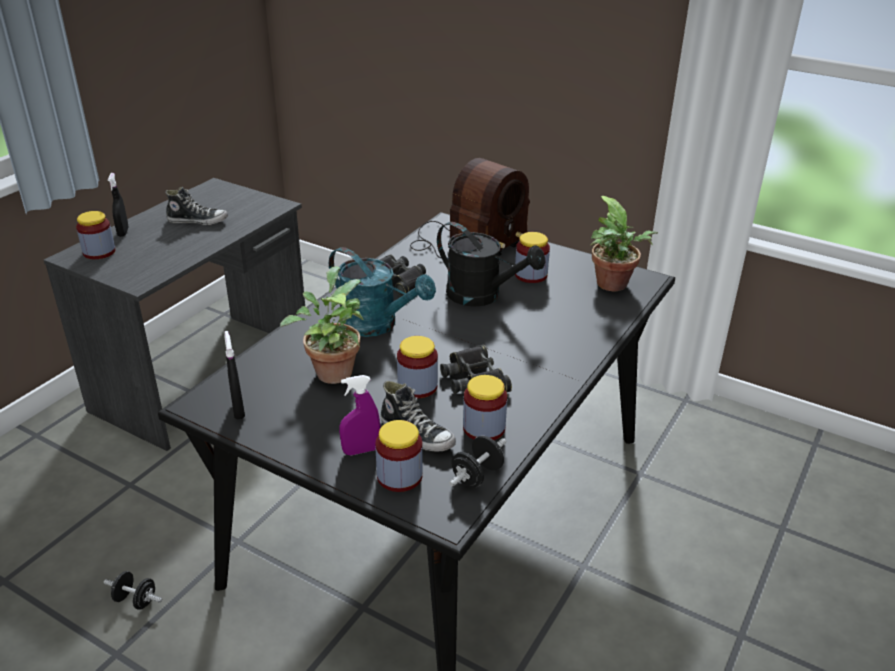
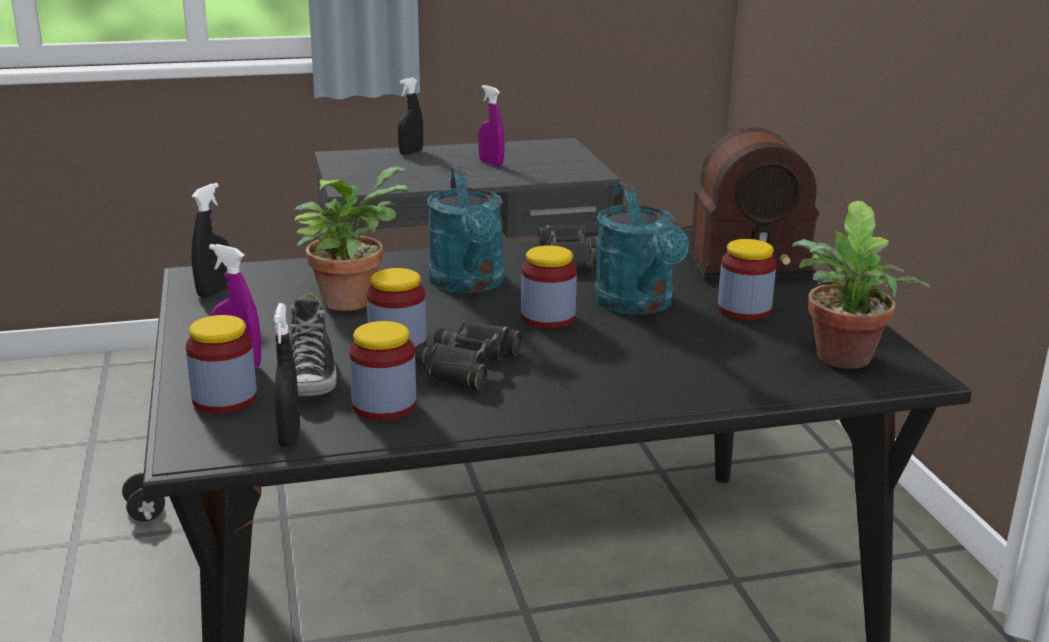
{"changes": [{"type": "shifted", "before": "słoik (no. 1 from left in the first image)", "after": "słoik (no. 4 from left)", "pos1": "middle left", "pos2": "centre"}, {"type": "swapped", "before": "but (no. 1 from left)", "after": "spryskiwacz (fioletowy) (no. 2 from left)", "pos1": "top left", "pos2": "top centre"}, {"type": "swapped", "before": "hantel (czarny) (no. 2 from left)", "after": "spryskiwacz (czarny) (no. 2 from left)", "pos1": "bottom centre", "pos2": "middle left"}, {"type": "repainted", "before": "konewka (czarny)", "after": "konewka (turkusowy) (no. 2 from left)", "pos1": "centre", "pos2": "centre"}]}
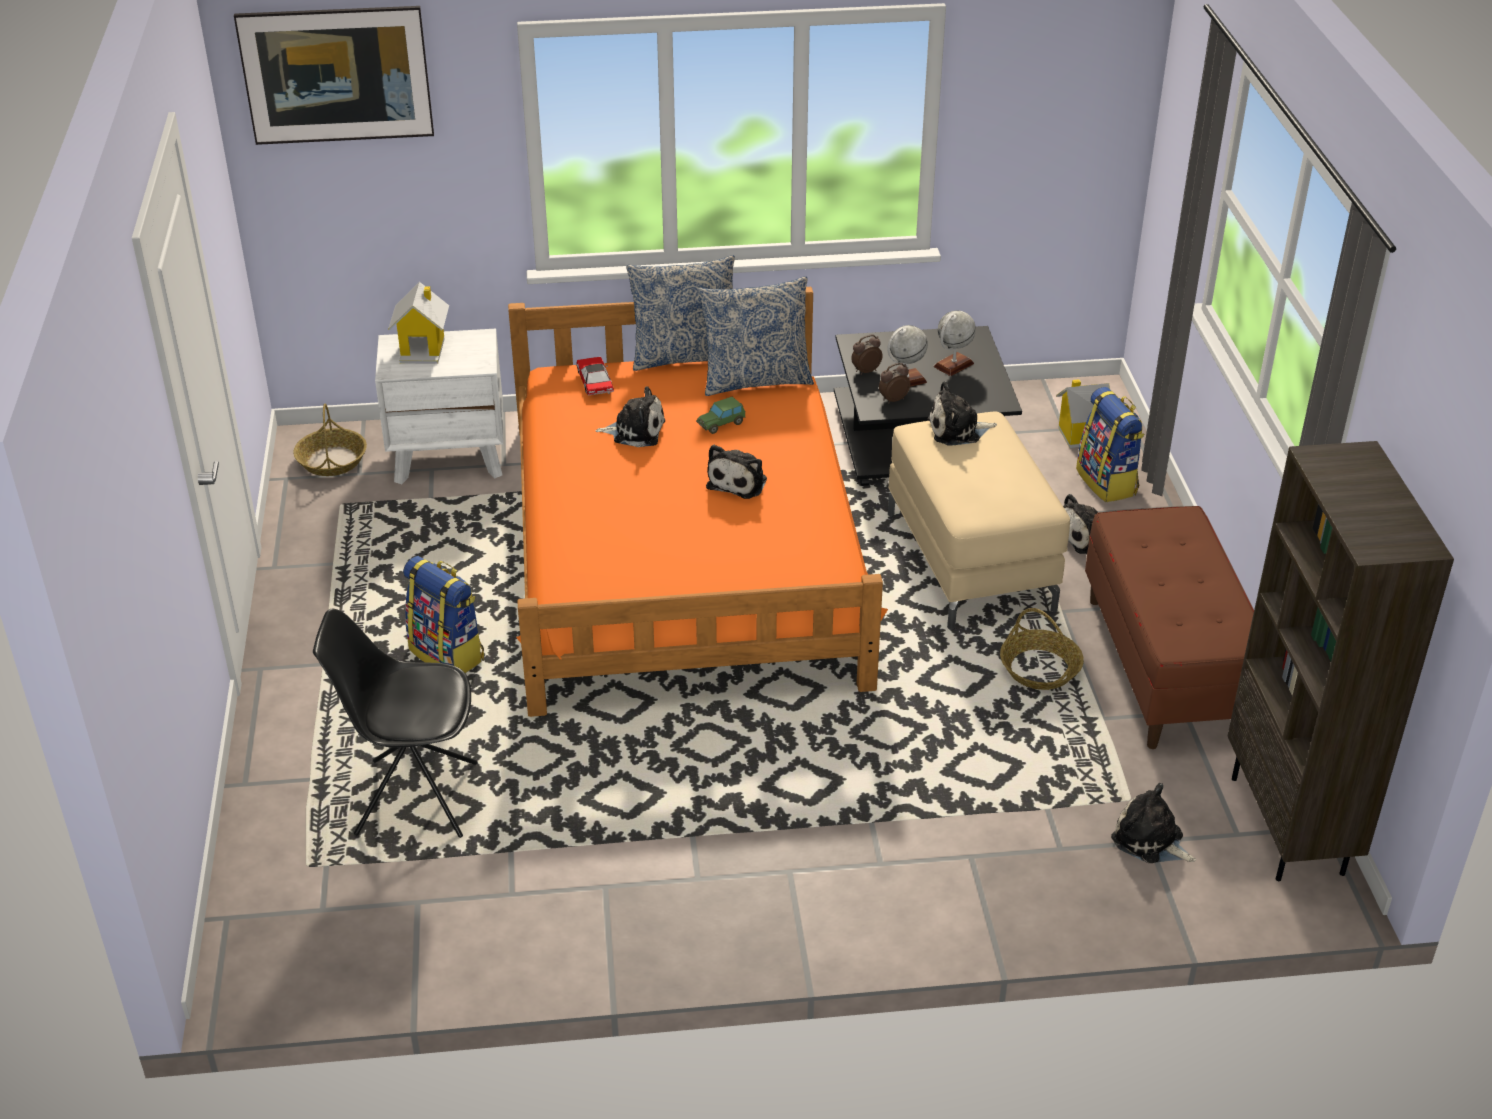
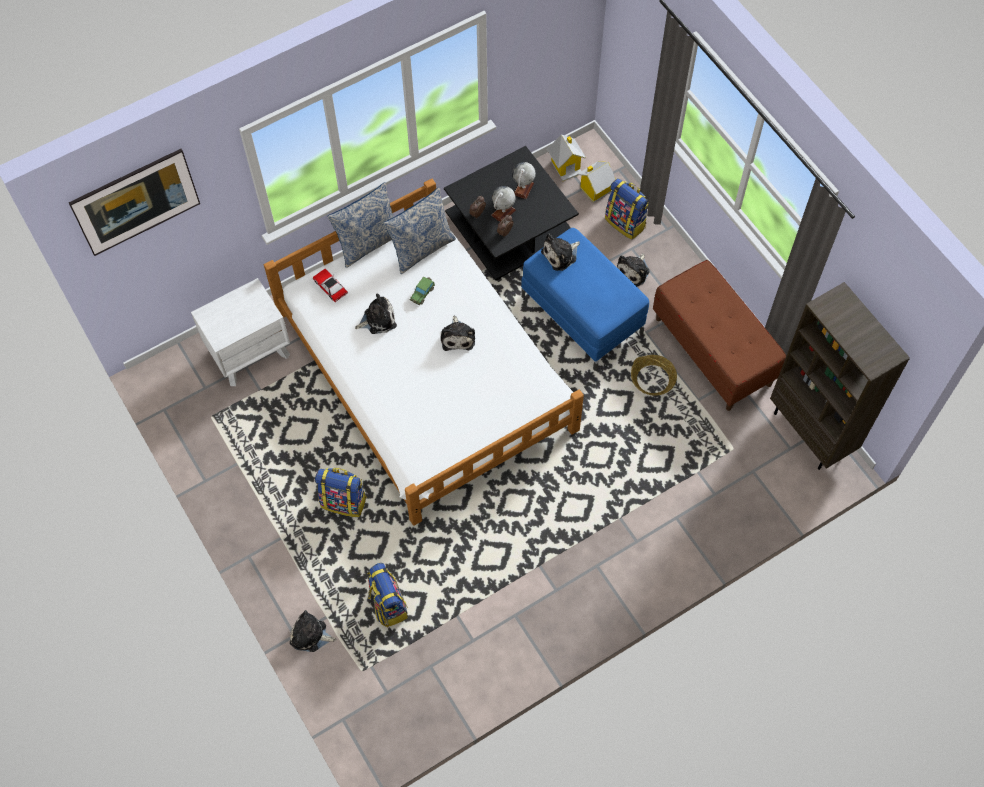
{"changes": [{"type": "gone", "before": "koszyk (no. 1 from left)", "pos1": "middle left"}, {"type": "shifted", "before": "domek (no. 1 from left)", "pos1": "top left", "pos2": "top centre"}, {"type": "shifted", "before": "pluszak (no. 5 from left in the first image)", "after": "pluszak (no. 1 from left)", "pos1": "bottom right", "pos2": "bottom left"}, {"type": "swapped", "before": "krzesło (czarny)", "after": "plecak (no. 2 from left)", "pos1": "middle left", "pos2": "bottom centre"}, {"type": "repainted", "before": "łóżko (pomarańczowy)", "after": "łóżko (biały)", "pos1": "centre", "pos2": "centre"}, {"type": "repainted", "before": "pufa (beżowy)", "after": "pufa (niebieski)", "pos1": "centre", "pos2": "centre"}]}
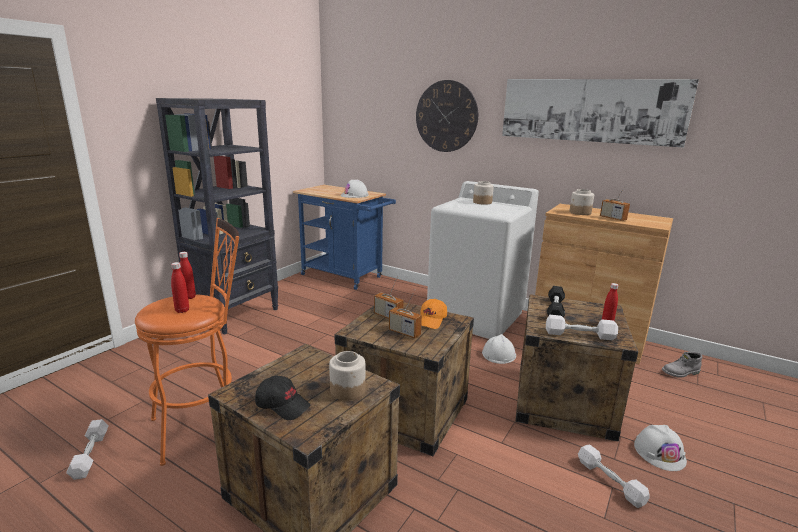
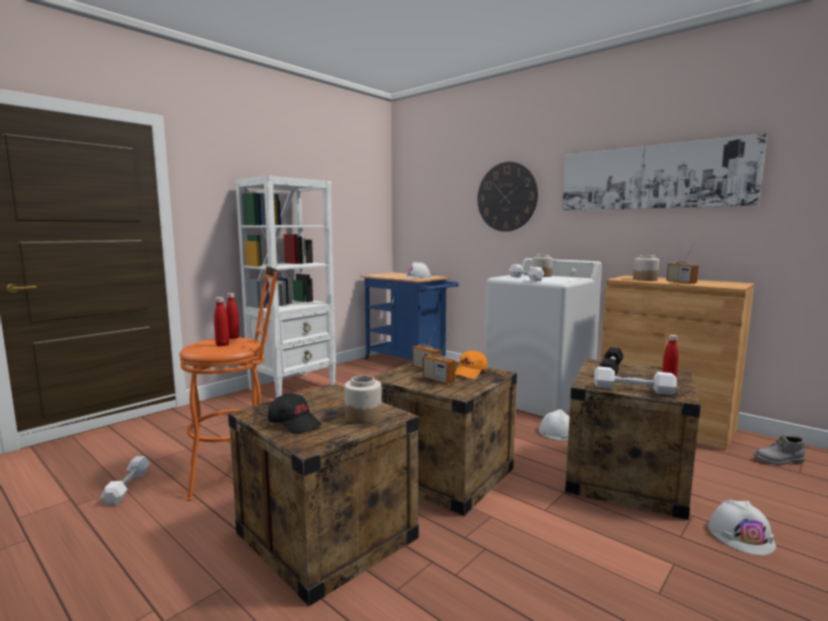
{"changes": [{"type": "shifted", "before": "hantel (biały) (no. 3 from left in the first image)", "after": "hantel (biały) (no. 2 from left)", "pos1": "bottom right", "pos2": "centre"}, {"type": "repainted", "before": "regał (czarny)", "after": "regał (biały)", "pos1": "middle left", "pos2": "centre"}]}
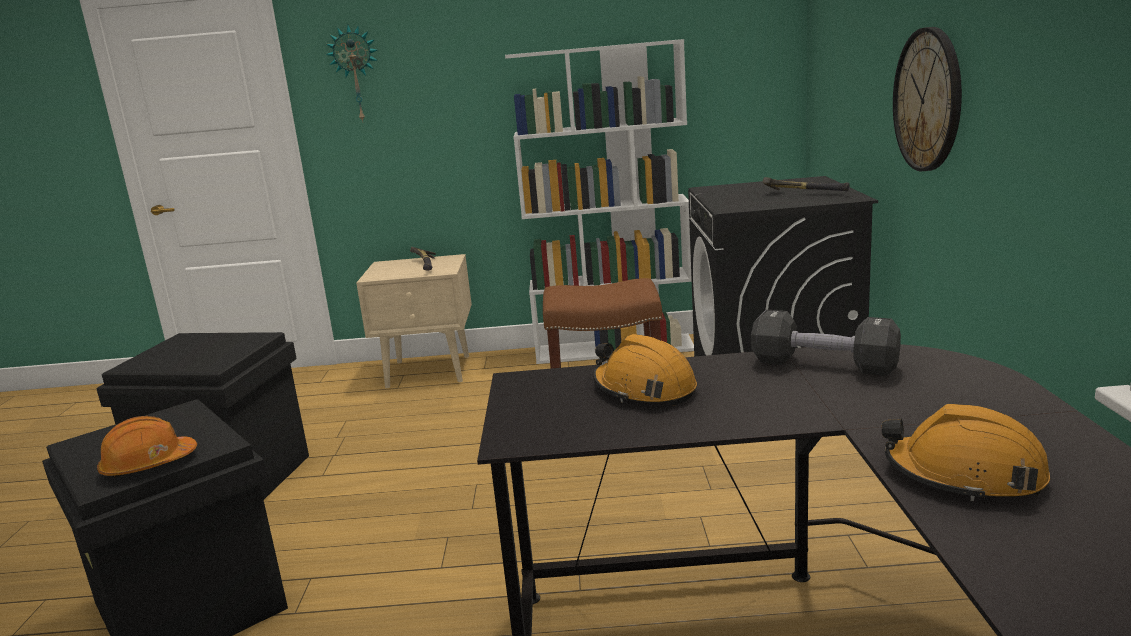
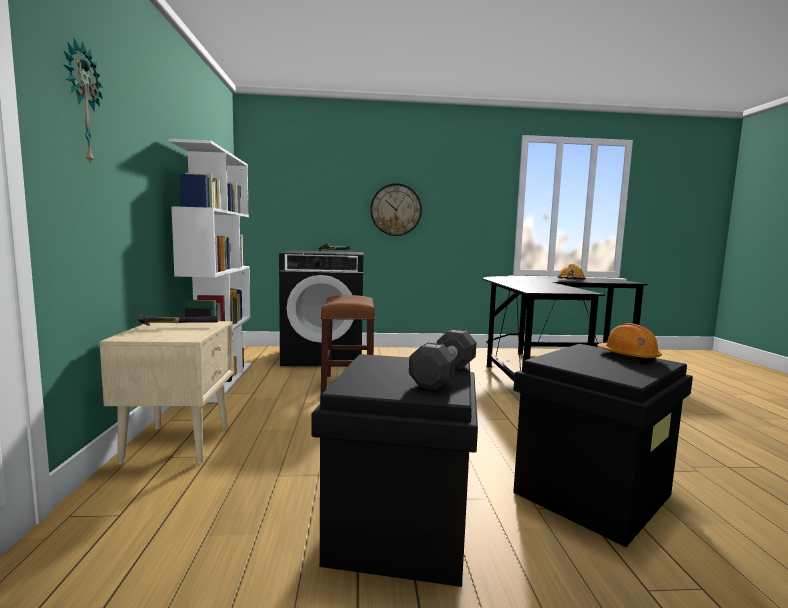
{"changes": [{"type": "gone", "before": "kask (pomarańczowy) (no. 2 from left)", "pos1": "centre"}, {"type": "shifted", "before": "hantel (czarny)", "pos1": "middle right", "pos2": "centre"}]}
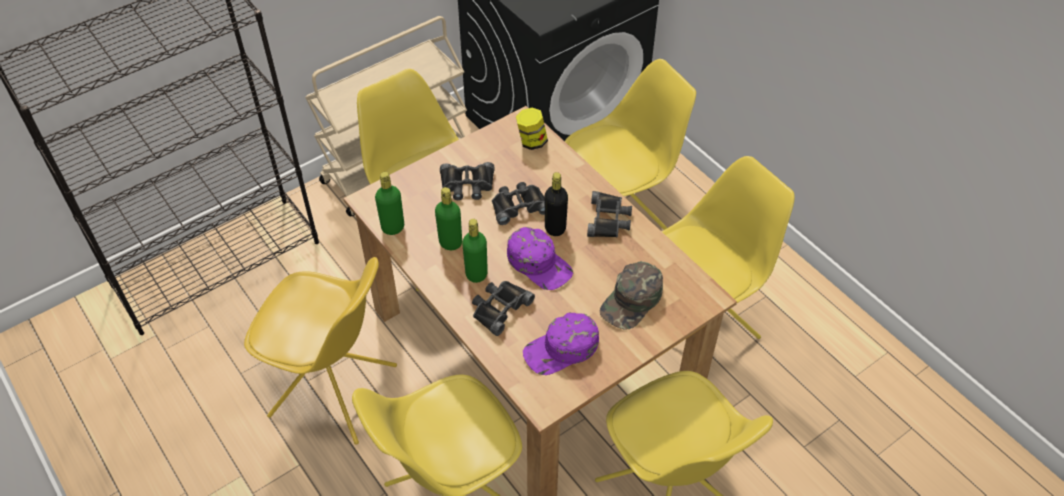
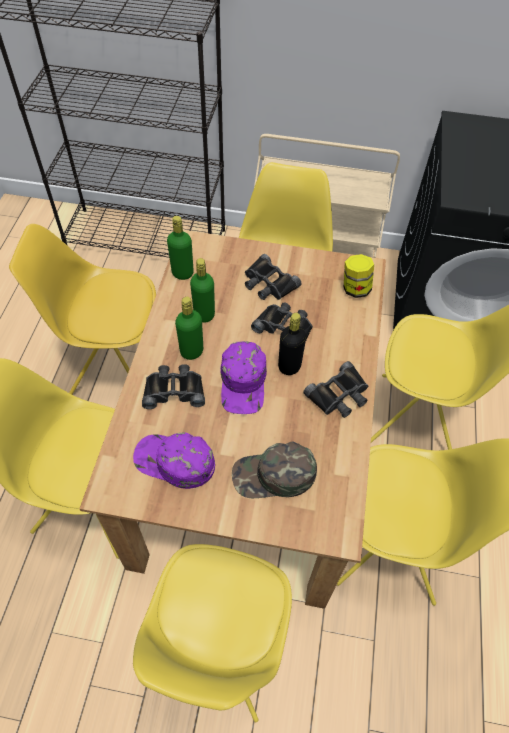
{"changes": [{"type": "rotated", "before": "krzesło (żółty) (no. 1 from left in the first image)", "pos1": "bottom left", "pos2": "middle left", "turn": 120}]}
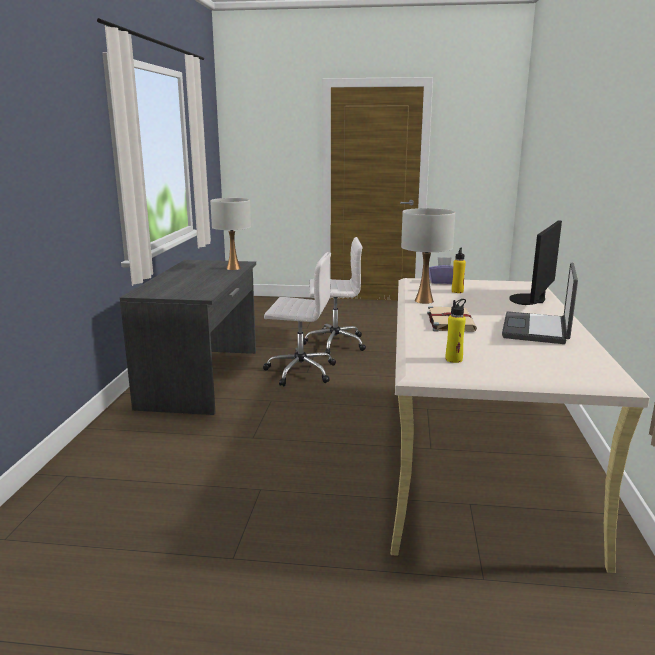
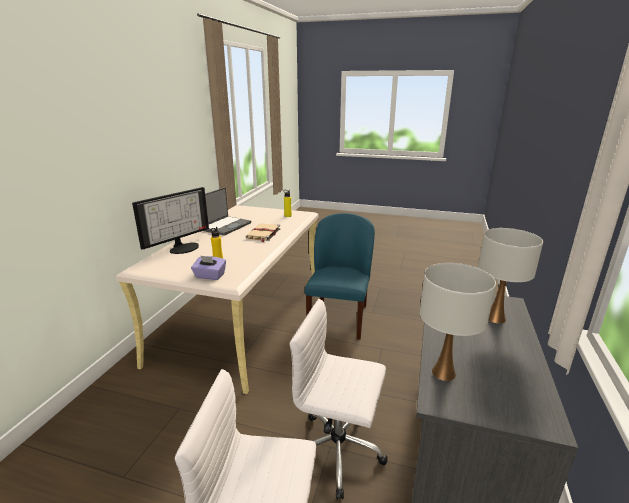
{"changes": [{"type": "new", "after": "krzesło (niebieski)", "pos2": "centre"}, {"type": "shifted", "before": "lampa stołowa (biały) (no. 2 from left)", "pos1": "centre", "pos2": "middle right"}]}
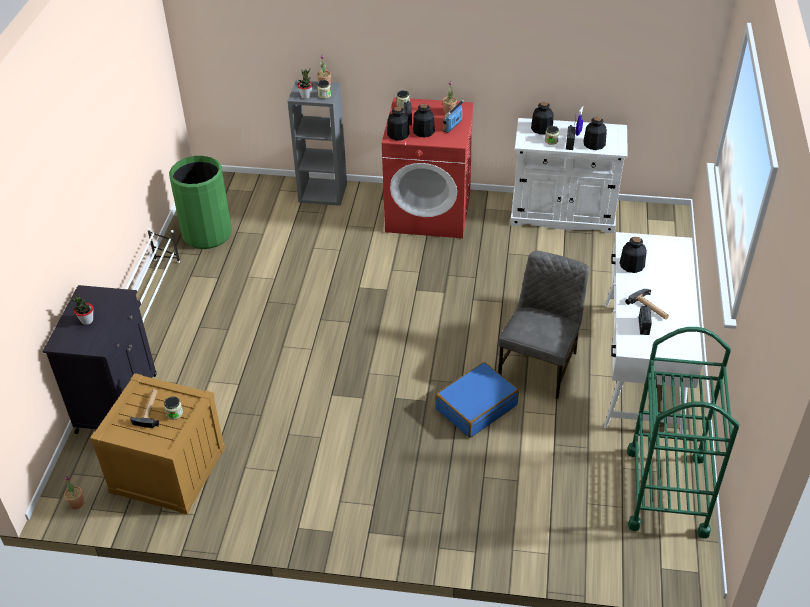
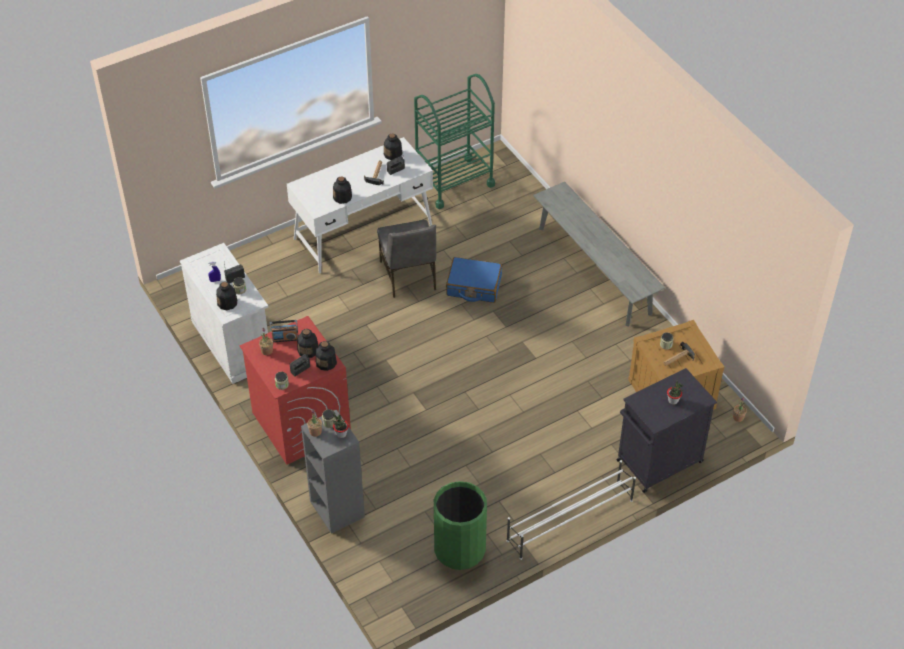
{"changes": [{"type": "new", "after": "ławka (szary)", "pos2": "centre"}, {"type": "shifted", "before": "butelka (no. 4 from left in the first image)", "after": "butelka (no. 5 from left)", "pos1": "top right", "pos2": "top centre"}, {"type": "rotated", "before": "krzesło (szary)", "pos1": "middle right", "pos2": "centre", "turn": -90}]}
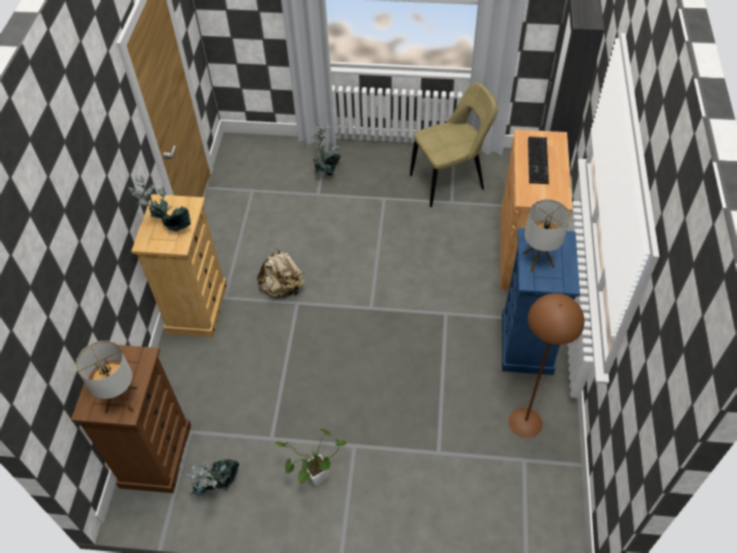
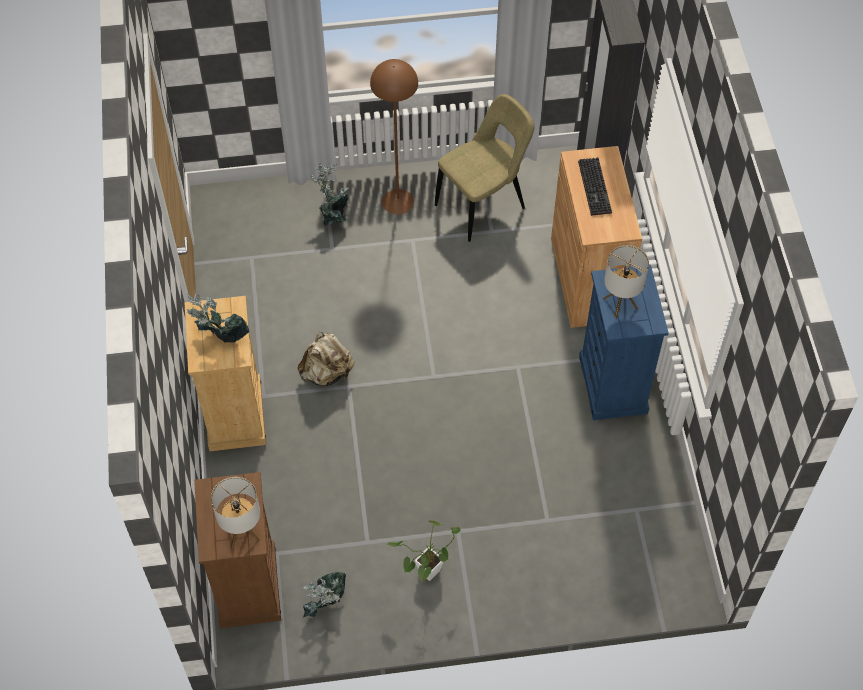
{"changes": [{"type": "shifted", "before": "lampa stojąca (brązowy)", "pos1": "middle right", "pos2": "top centre"}]}
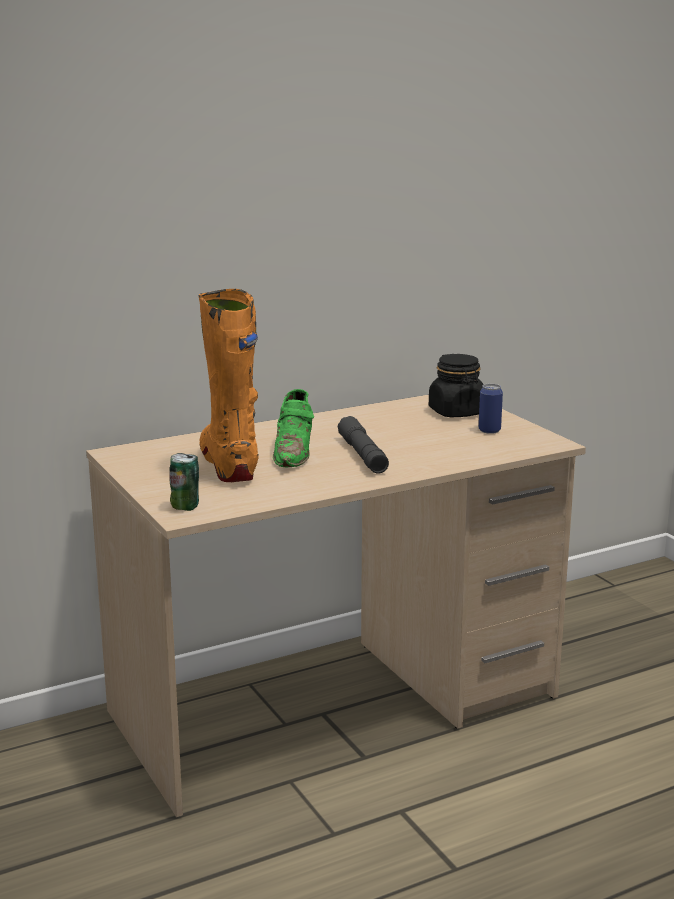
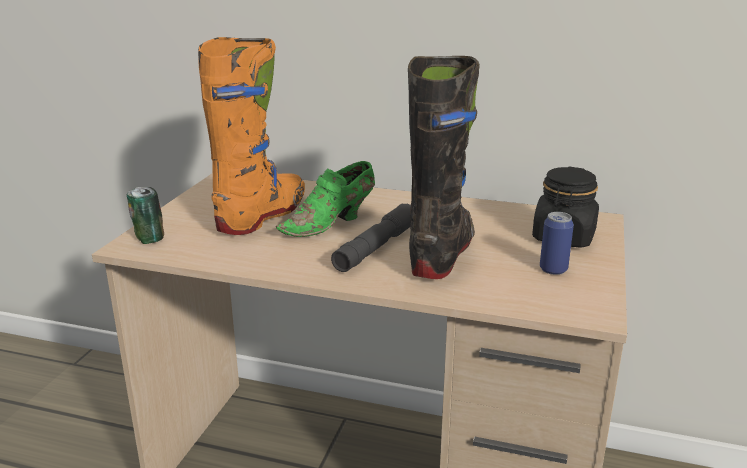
{"changes": [{"type": "new", "after": "but z cholewką (czarny)", "pos2": "centre"}]}
